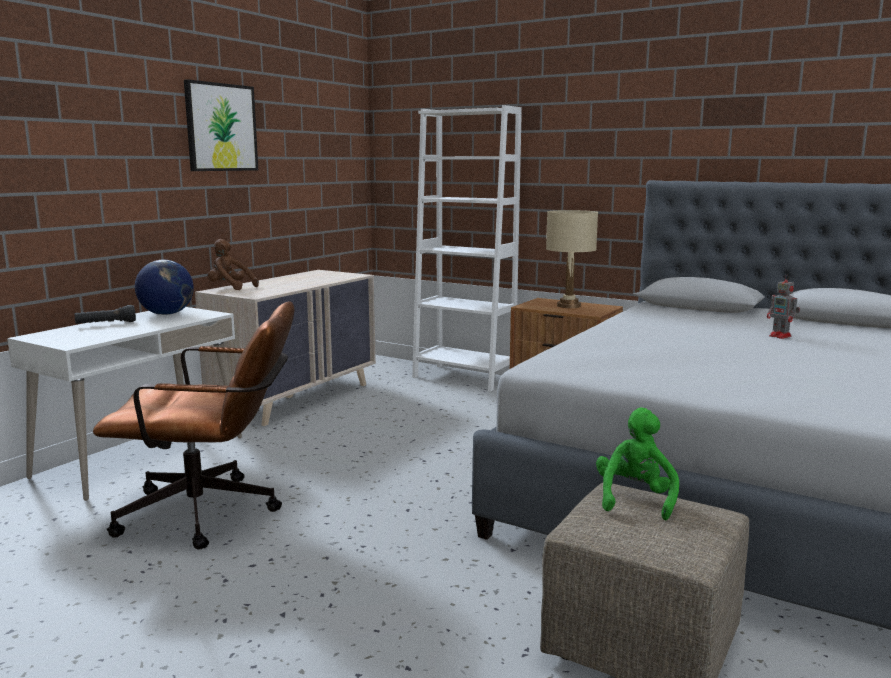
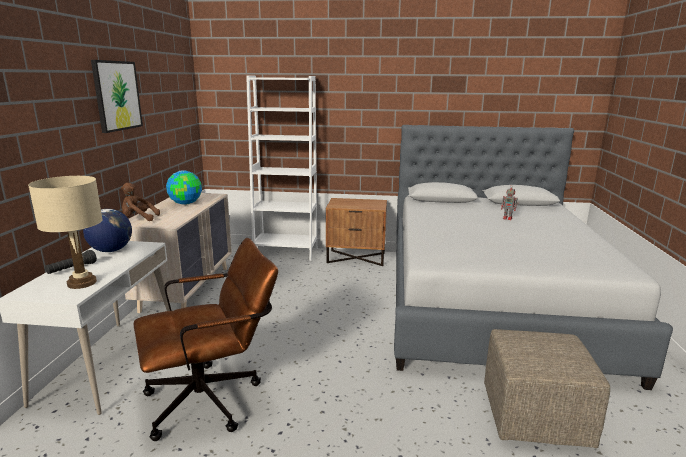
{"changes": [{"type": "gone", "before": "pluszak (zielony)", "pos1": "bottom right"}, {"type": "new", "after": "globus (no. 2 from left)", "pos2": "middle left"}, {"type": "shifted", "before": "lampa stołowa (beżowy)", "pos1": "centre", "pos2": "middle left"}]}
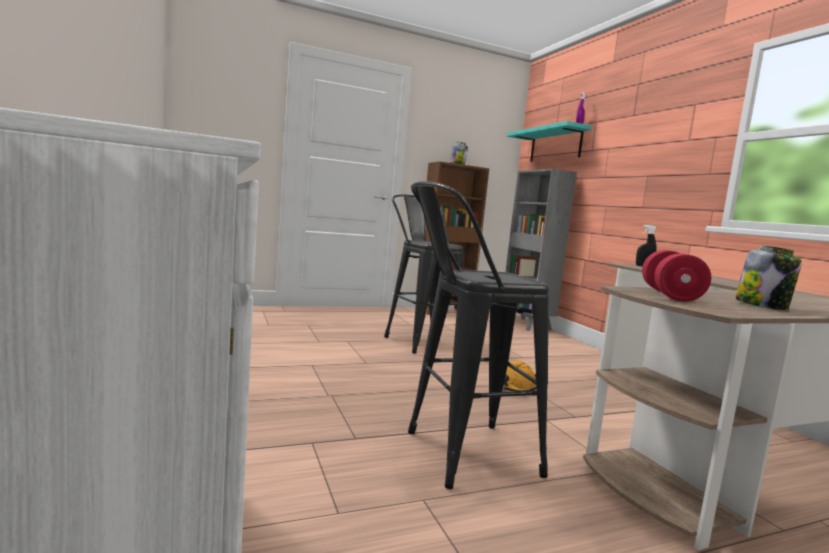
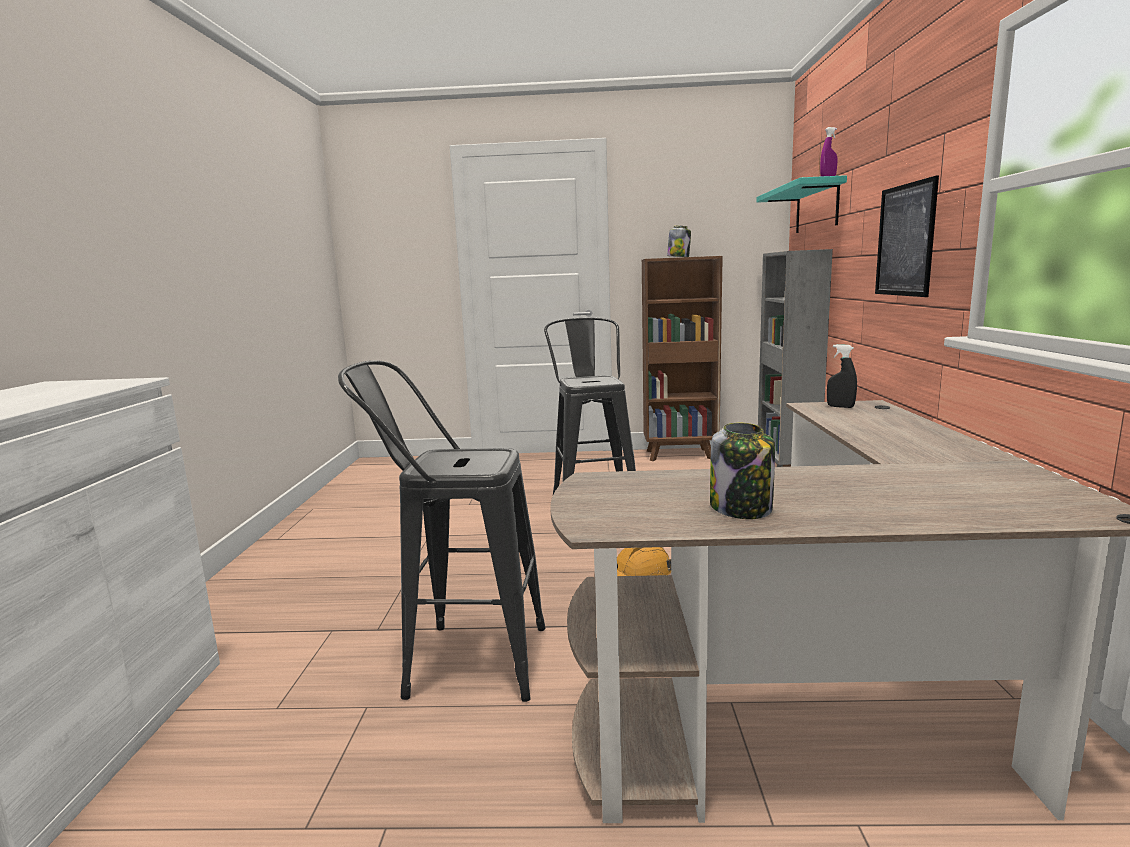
{"changes": [{"type": "gone", "before": "hantel (czerwony)", "pos1": "middle right"}, {"type": "new", "after": "obraz", "pos2": "top right"}]}
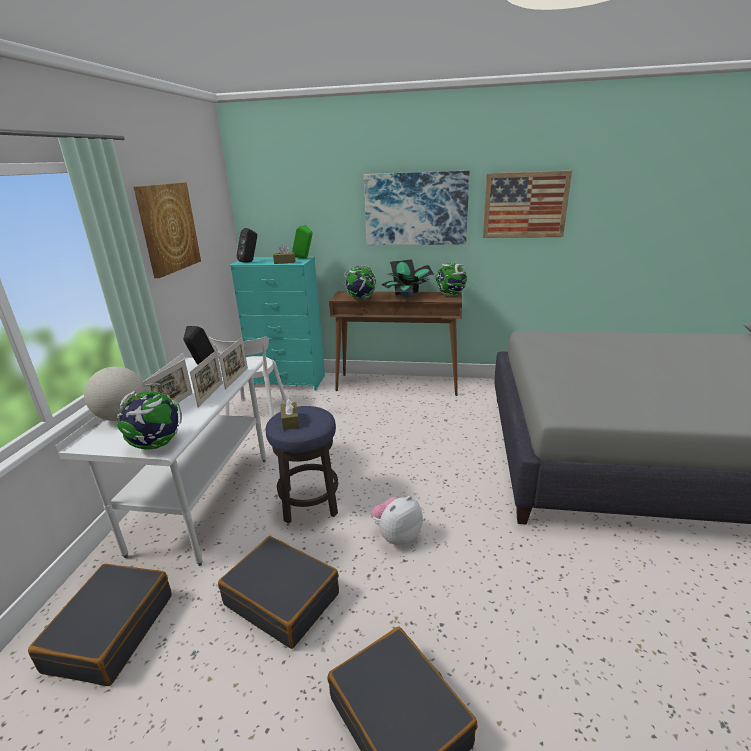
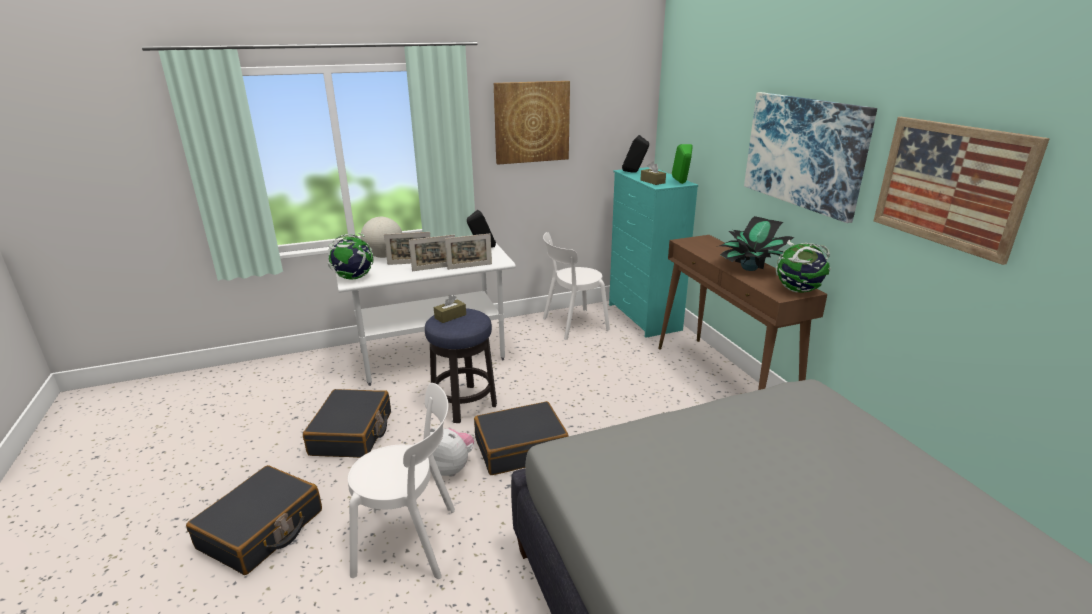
{"changes": [{"type": "gone", "before": "globus (no. 3 from left)", "pos1": "centre"}, {"type": "new", "after": "krzesło (biały) (no. 1 from left)", "pos2": "bottom centre"}, {"type": "shifted", "before": "walizka (czarny) (no. 1 from left in the first image)", "after": "walizka (czarny) (no. 3 from left)", "pos1": "bottom left", "pos2": "bottom centre"}]}
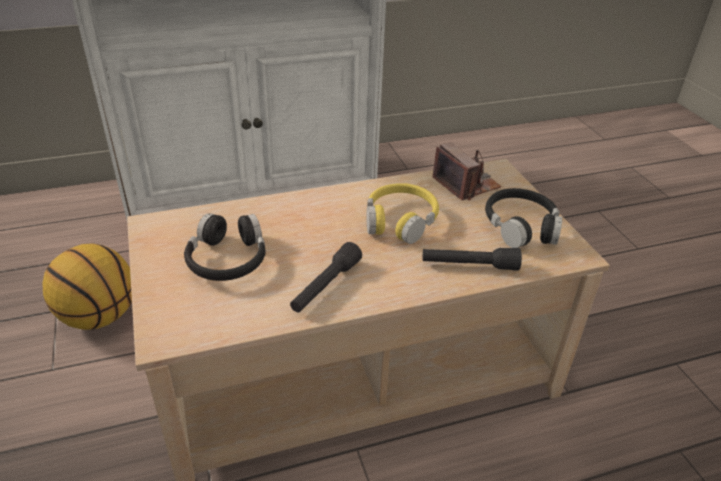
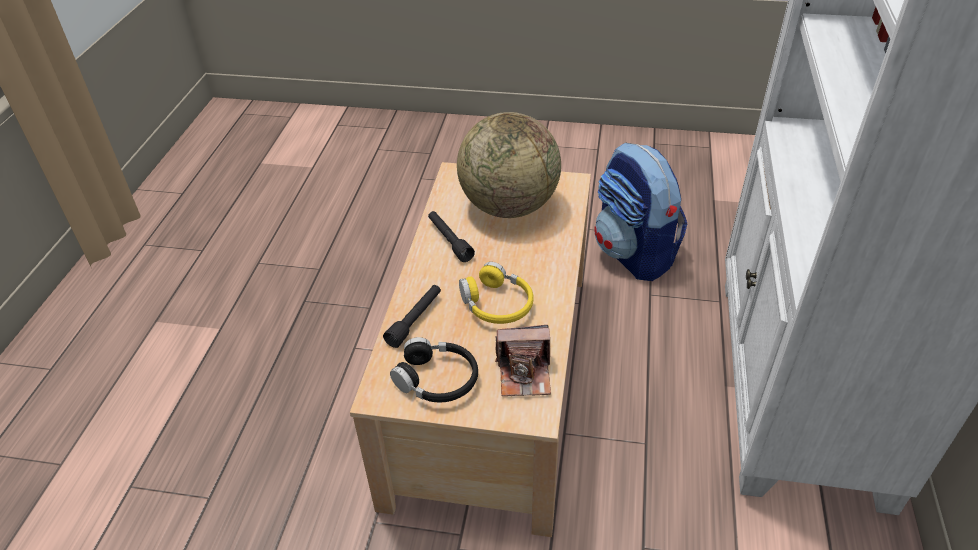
{"changes": [{"type": "swapped", "before": "piłka do koszykówki", "after": "plecak", "pos1": "middle left", "pos2": "centre"}, {"type": "swapped", "before": "słuchawki (czarny) (no. 1 from left)", "after": "globus", "pos1": "middle left", "pos2": "top centre"}]}
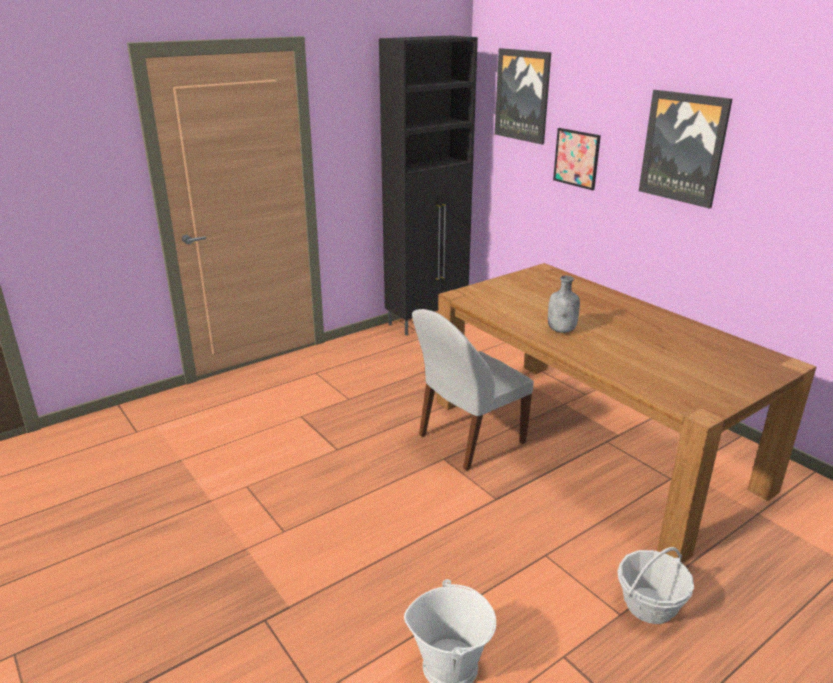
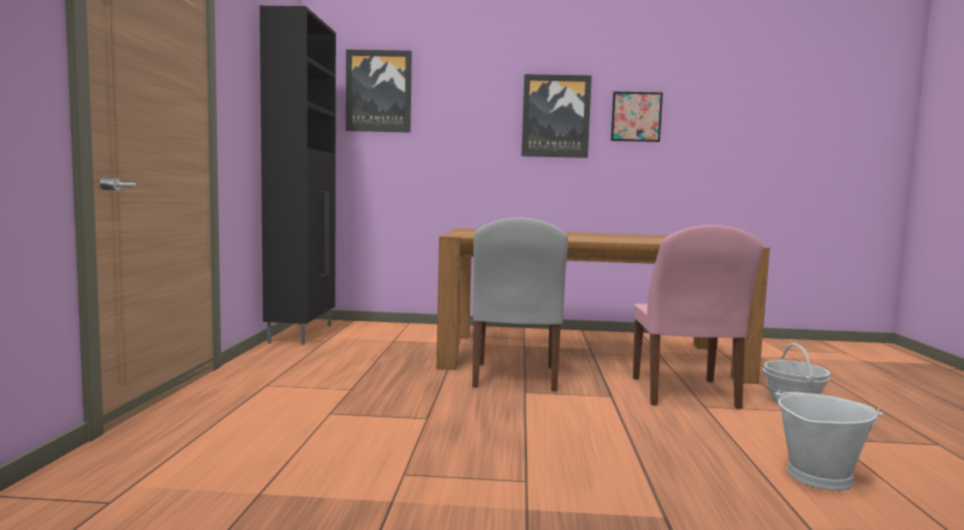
{"changes": [{"type": "gone", "before": "butelka (szary)", "pos1": "middle right"}, {"type": "new", "after": "krzesło (różowy)", "pos2": "middle right"}, {"type": "shifted", "before": "obraz (no. 2 from left in the first image)", "after": "obraz (no. 3 from left)", "pos1": "top right", "pos2": "top centre"}]}
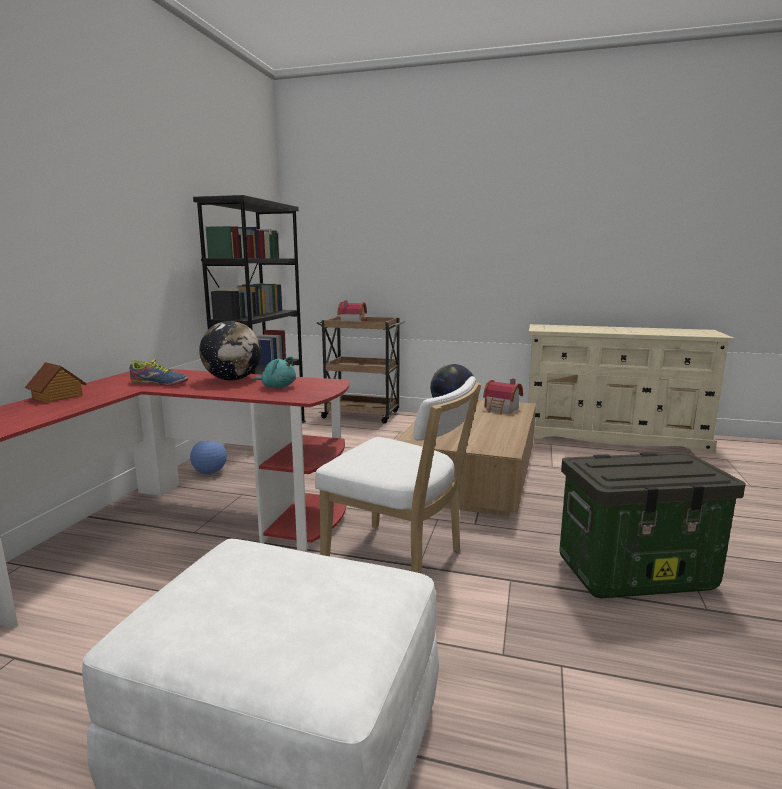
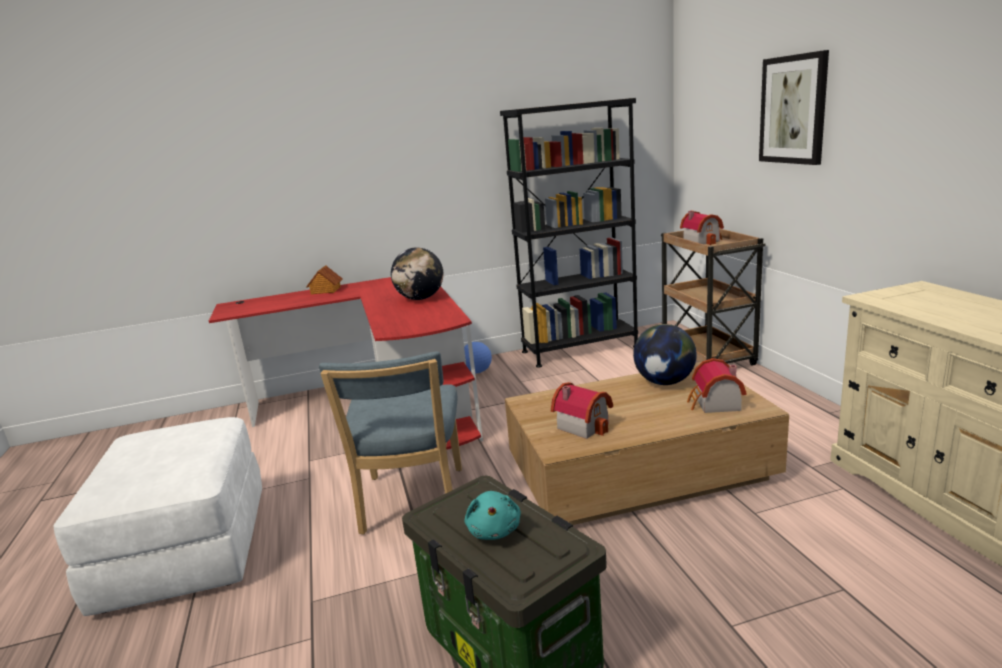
{"changes": [{"type": "gone", "before": "but", "pos1": "middle left"}, {"type": "new", "after": "domek (no. 2 from left)", "pos2": "centre"}, {"type": "new", "after": "obraz", "pos2": "top right"}, {"type": "shifted", "before": "pluszak (turkusowy)", "pos1": "centre", "pos2": "bottom centre"}, {"type": "repainted", "before": "krzesło (biały)", "after": "krzesło (niebieski)", "pos1": "centre", "pos2": "centre"}]}
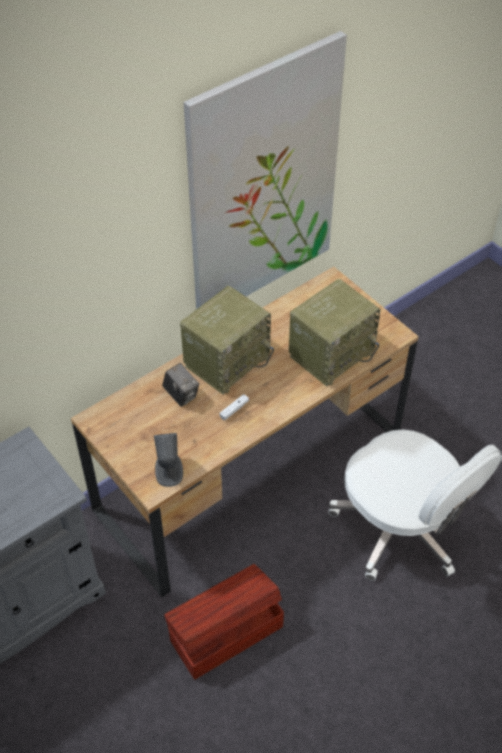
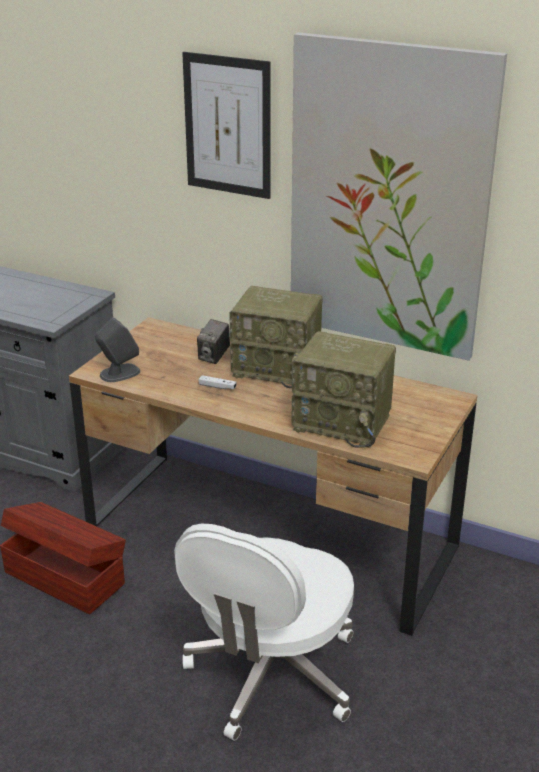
{"changes": [{"type": "new", "after": "obraz (no. 1 from left)", "pos2": "top centre"}]}
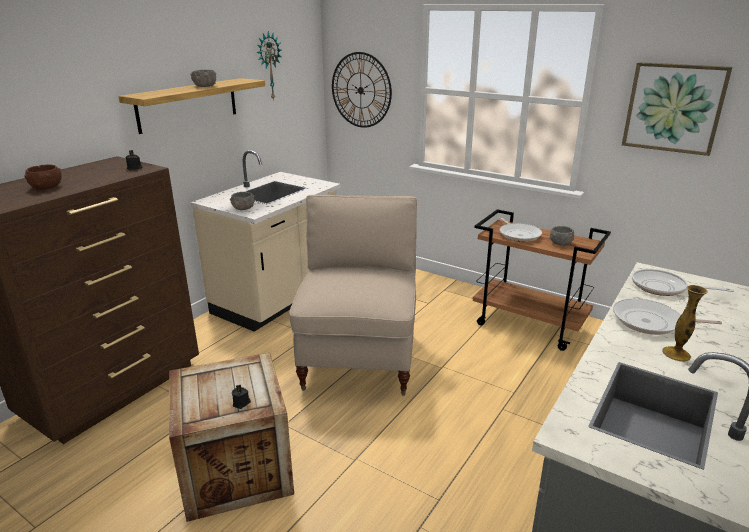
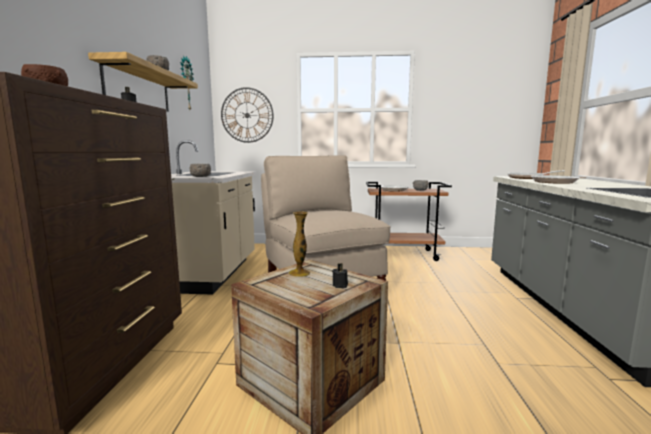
{"changes": [{"type": "gone", "before": "obraz", "pos1": "top right"}, {"type": "shifted", "before": "wazon", "pos1": "middle right", "pos2": "centre"}]}
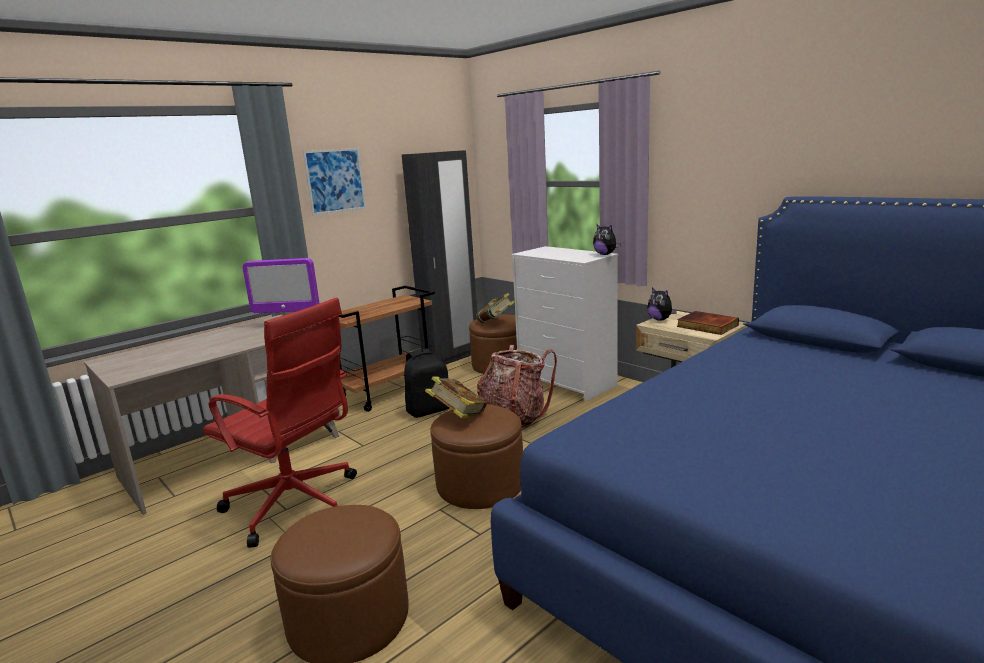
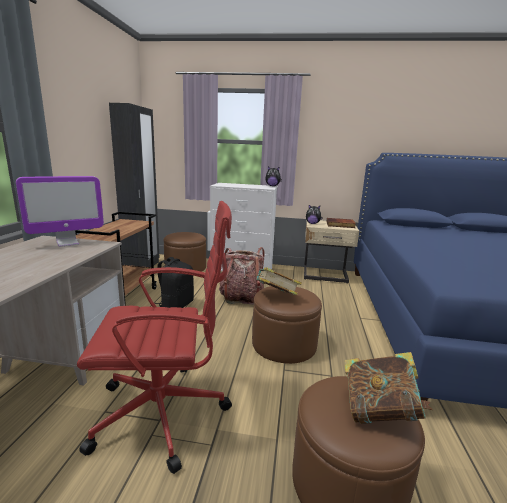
{"changes": [{"type": "gone", "before": "obraz", "pos1": "top centre"}, {"type": "shifted", "before": "książka (no. 2 from left in the first image)", "after": "książka (no. 3 from left)", "pos1": "centre", "pos2": "bottom right"}]}
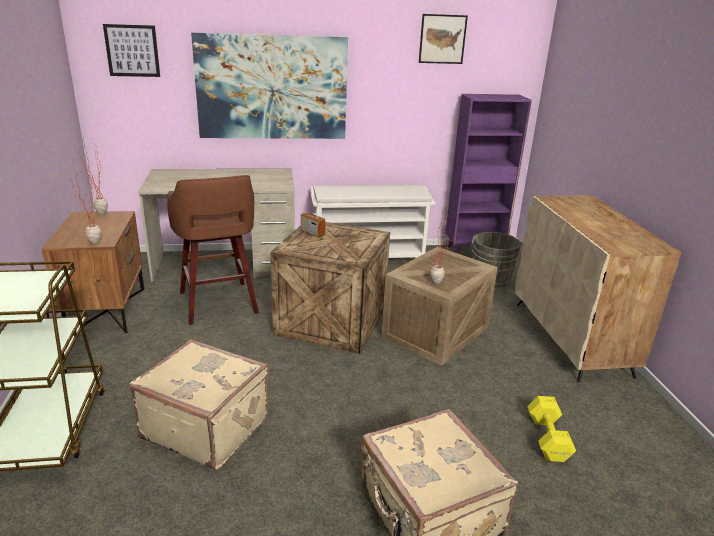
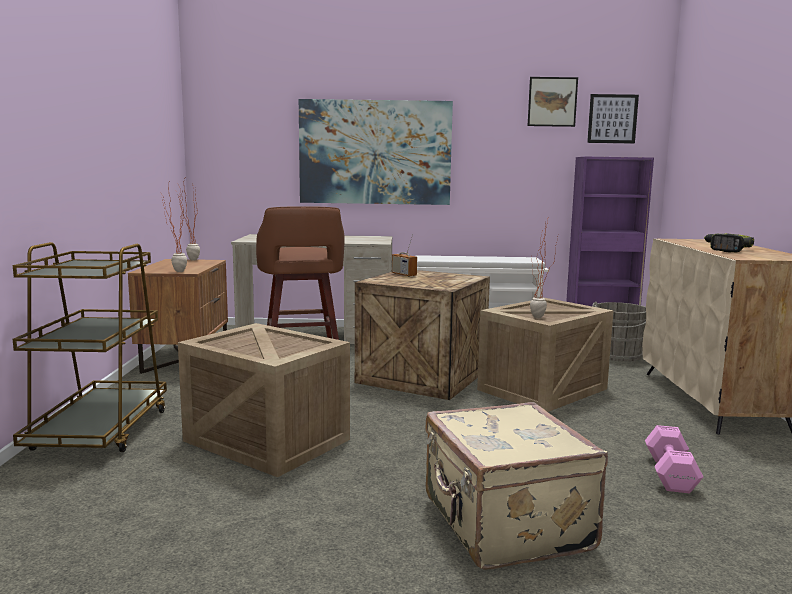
{"changes": [{"type": "new", "after": "wiertarka", "pos2": "middle right"}, {"type": "shifted", "before": "obraz (no. 1 from left in the first image)", "after": "obraz (no. 3 from left)", "pos1": "top left", "pos2": "top right"}, {"type": "swapped", "before": "walizka (beżowy) (no. 1 from left)", "after": "skrzynka (no. 1 from left)", "pos1": "bottom left", "pos2": "bottom centre"}, {"type": "repainted", "before": "hantel (żółty)", "after": "hantel (różowy)", "pos1": "bottom right", "pos2": "bottom right"}]}
